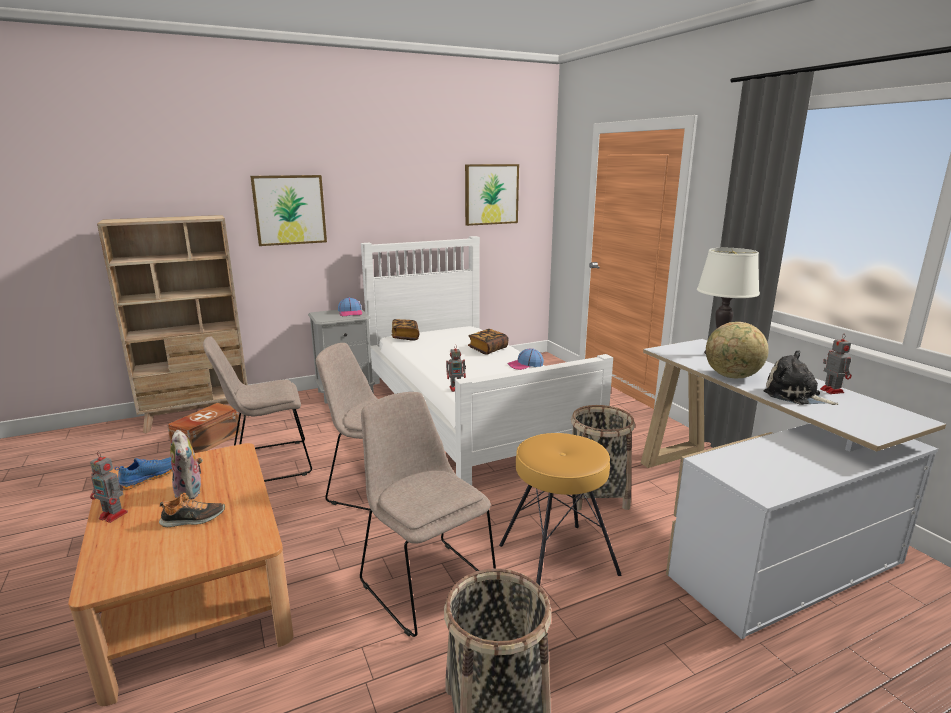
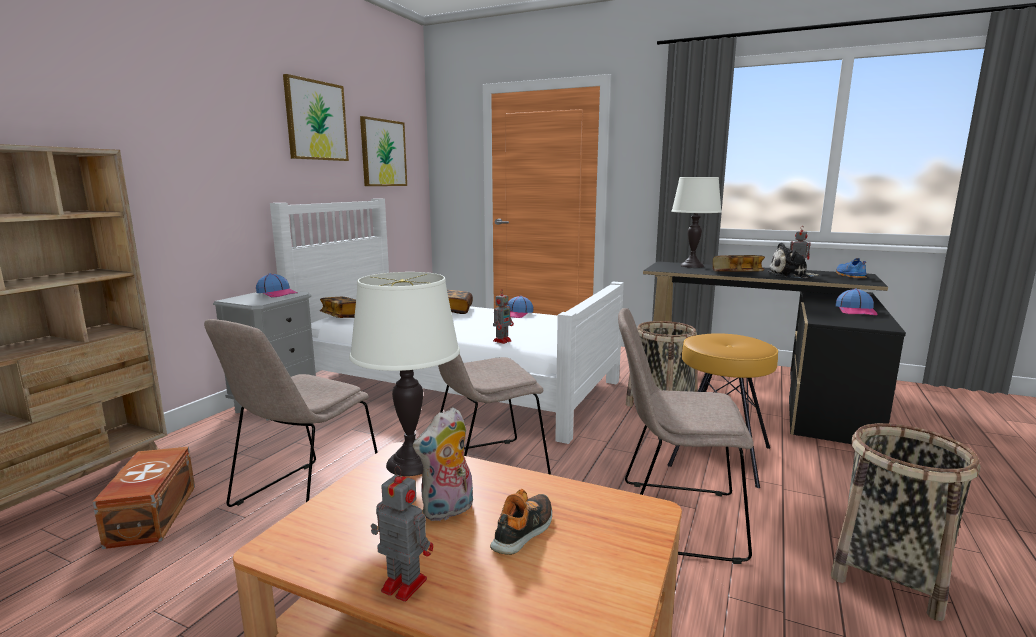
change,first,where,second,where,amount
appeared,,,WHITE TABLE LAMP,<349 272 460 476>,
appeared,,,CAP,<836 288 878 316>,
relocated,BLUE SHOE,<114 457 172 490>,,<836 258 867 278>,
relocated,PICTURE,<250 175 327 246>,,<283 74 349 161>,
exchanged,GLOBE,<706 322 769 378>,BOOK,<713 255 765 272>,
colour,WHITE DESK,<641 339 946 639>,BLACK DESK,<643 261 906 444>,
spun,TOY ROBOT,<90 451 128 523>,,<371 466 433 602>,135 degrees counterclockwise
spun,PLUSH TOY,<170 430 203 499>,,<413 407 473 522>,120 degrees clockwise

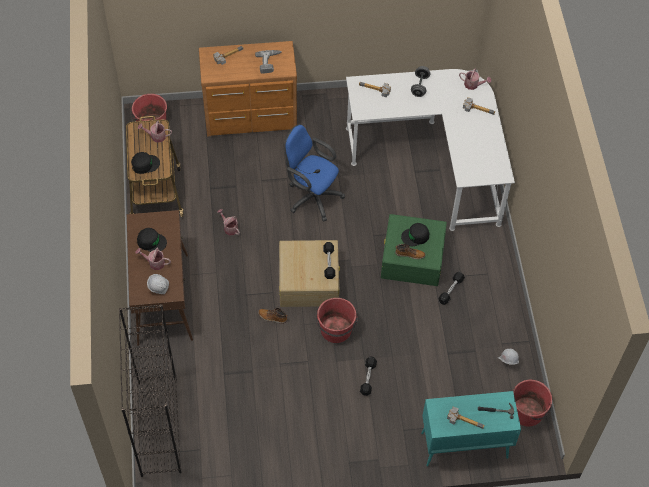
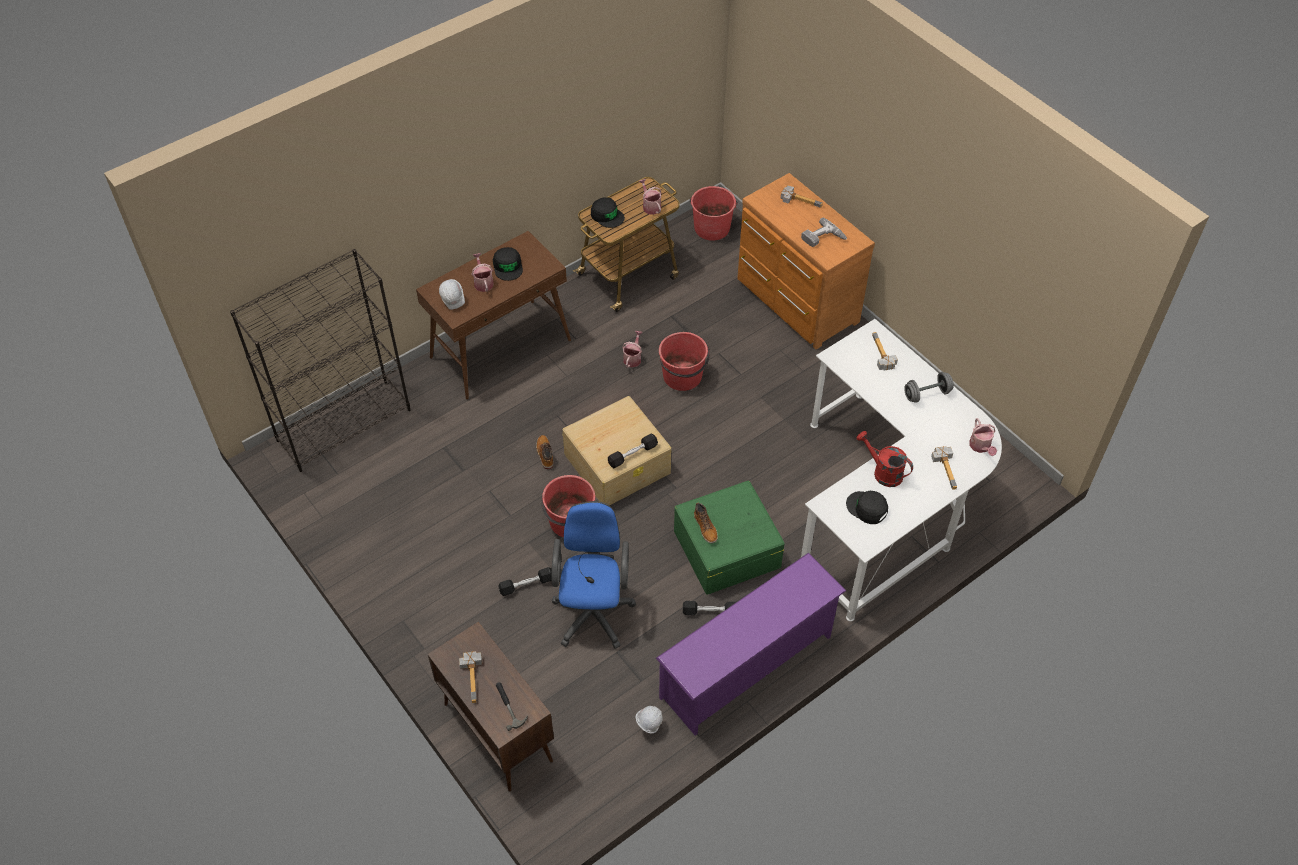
change,first,where,second,where,amount
appeared,,,PURPLE SHOE RACK,<656 552 846 736>,
appeared,,,RED WATERING CAN,<856 431 913 487>,
relocated,BLUE OFFICE CHAIR,<284 124 345 222>,,<551 501 636 649>,
relocated,BLACK CAP,<401 223 429 246>,,<846 491 888 524>,
relocated,RED BUCKET,<513 379 552 426>,,<659 332 710 391>,
colour,TURQUOISE CABINET,<421 391 521 466>,BROWN CABINET,<428 622 554 792>,

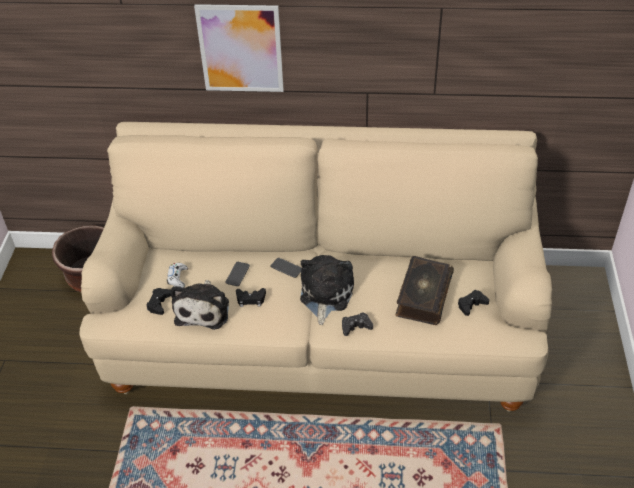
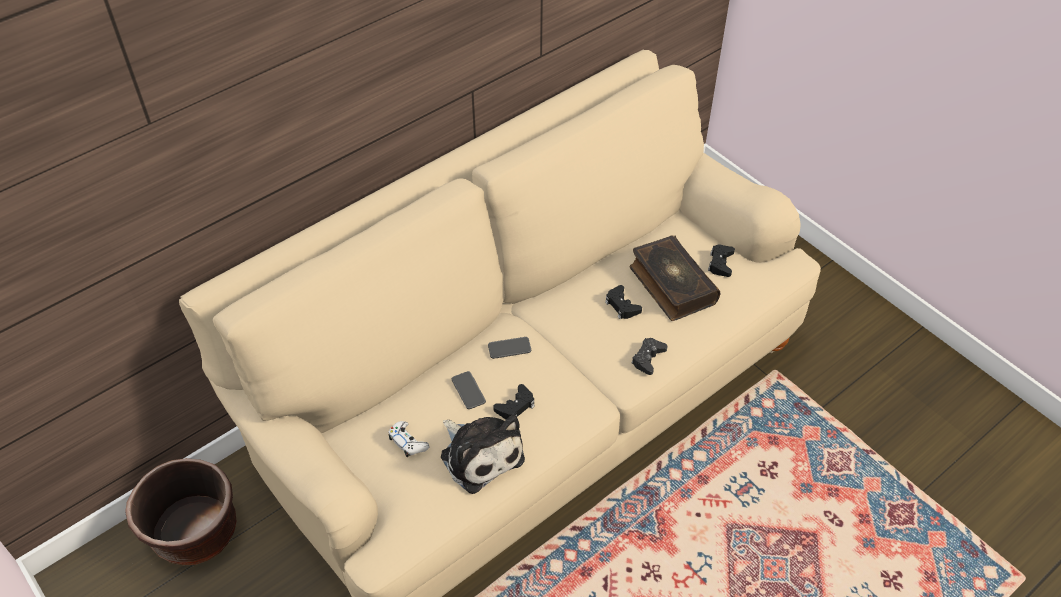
change,first,where,second,where,amount
missing,PICTURE,<194 4 284 92>,,,
missing,PLUSH TOY,<300 255 354 325>,,,
relocated,BLACK GAME CONTROLLER,<146 288 171 315>,,<605 285 642 319>,

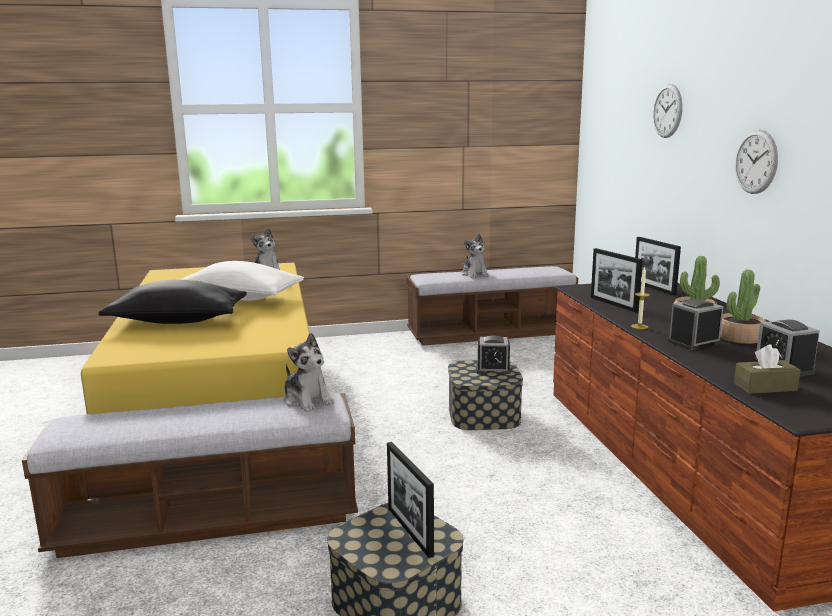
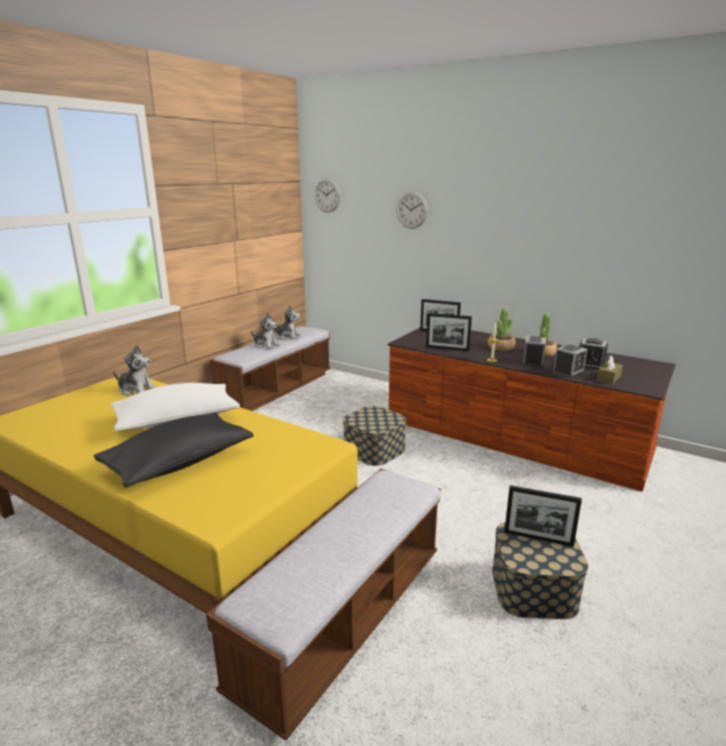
change,first,where,second,where,amount
relocated,PLUSH TOY,<284 333 335 412>,,<273 305 301 340>,
relocated,ALARM CLOCK,<476 336 511 374>,,<553 344 587 378>,
relocated,WALL CLOCK,<735 129 778 194>,,<314 178 341 213>,

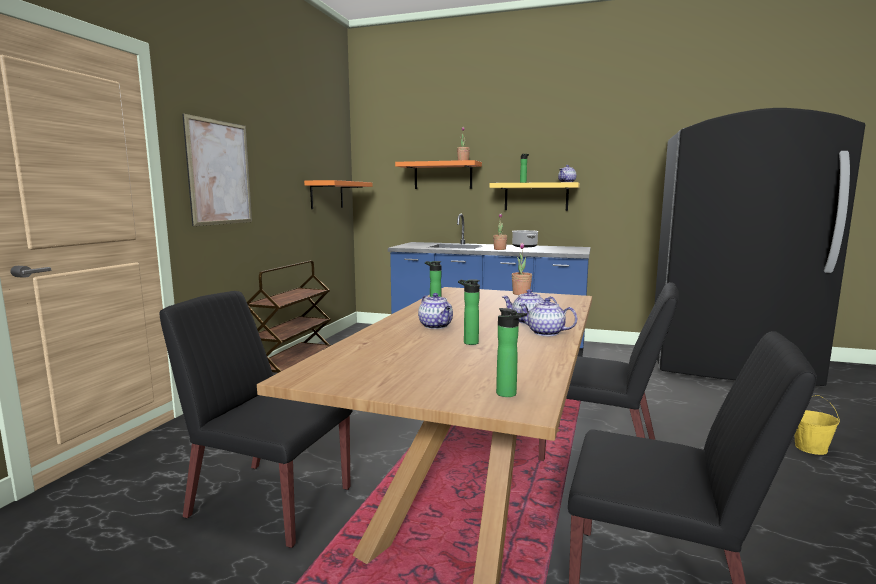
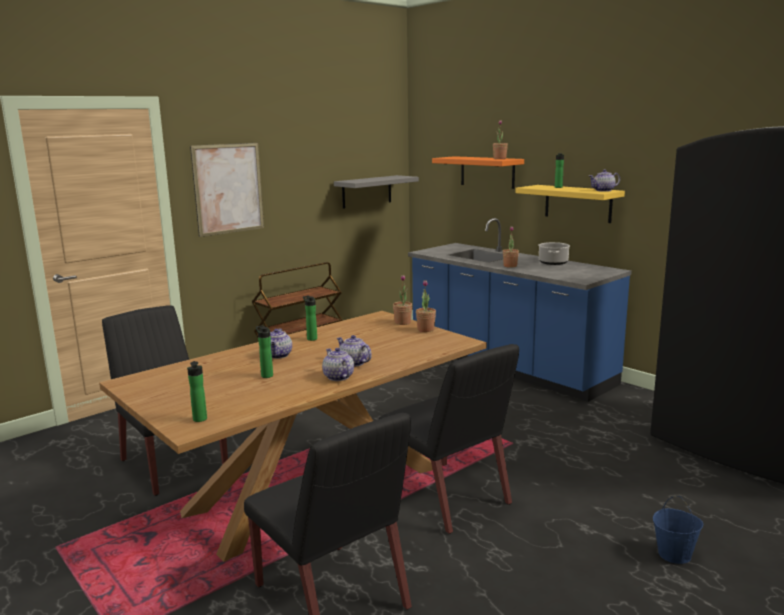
change,first,where,second,where,amount
appeared,,,POTTED PLANT,<393 275 412 325>,
colour,ORANGE SHELF,<304 180 373 209>,GREY SHELF,<334 175 419 209>,
colour,YELLOW BUCKET,<794 395 840 455>,BLUE BUCKET,<653 496 704 564>,

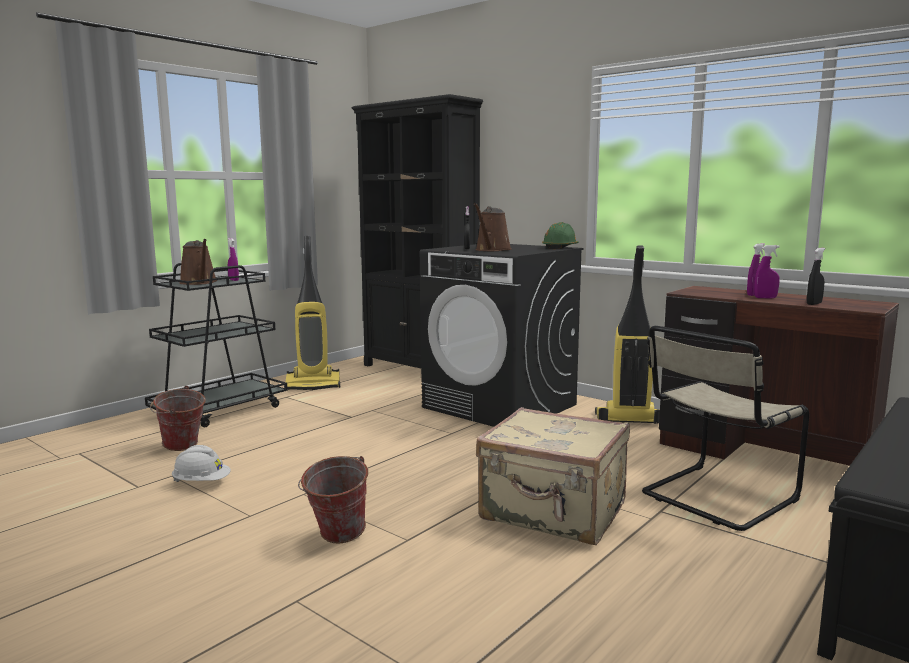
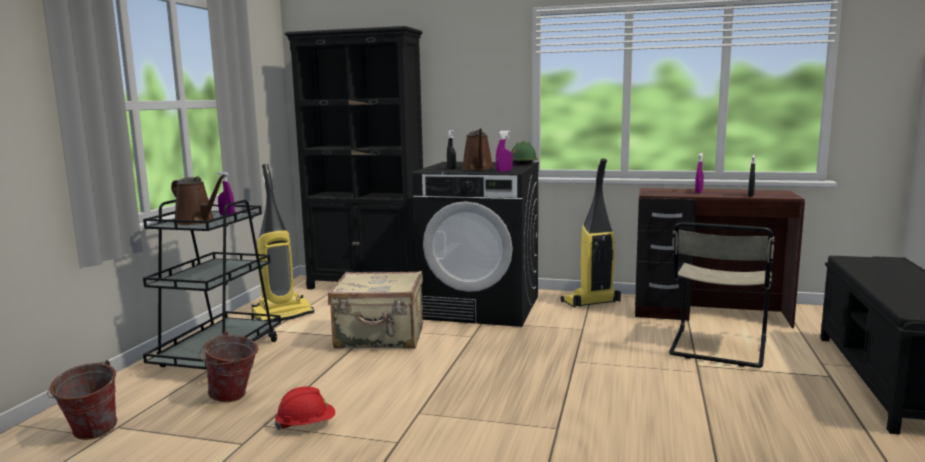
change,first,where,second,where,amount
relocated,BUCKET,<298 456 368 544>,,<47 360 117 440>,
relocated,BEIGE SUITCASE,<476 407 630 545>,,<328 271 423 349>,
relocated,PURPLE SPRAY BOTTLE,<754 245 780 298>,,<496 130 513 172>,
colour,WHITE HARD HAT,<172 445 231 482>,RED HARD HAT,<275 386 335 430>,

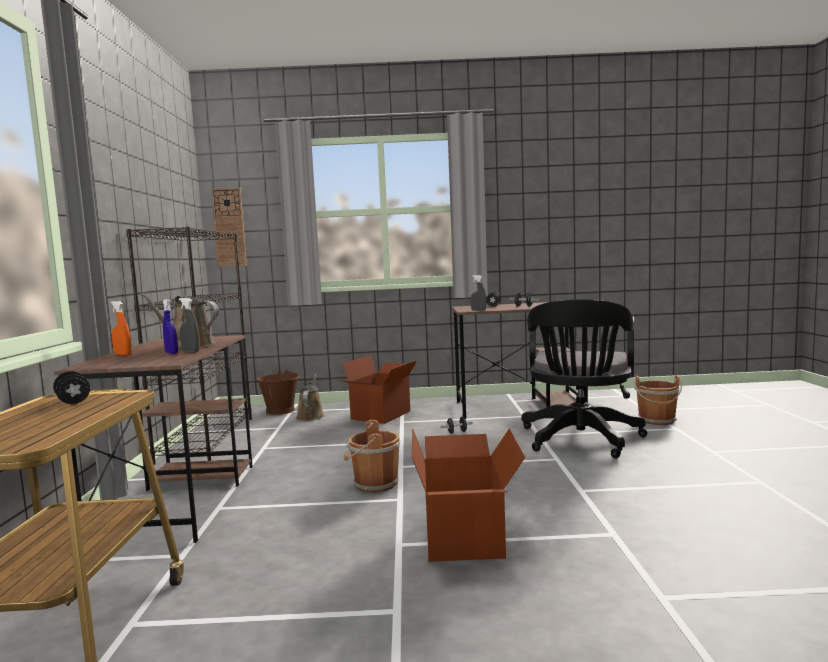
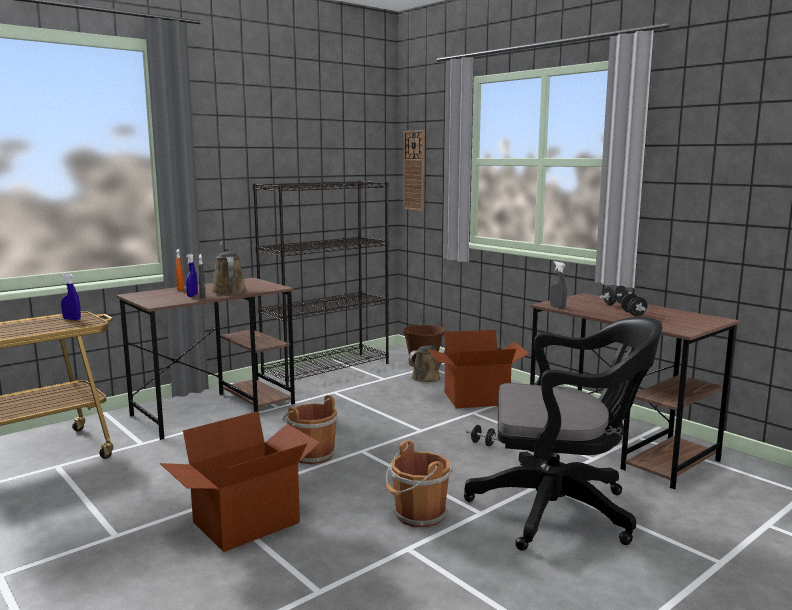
change,first,where,second,where,amount
relocated,BROWN BUCKET,<635 376 682 425>,,<385 440 453 527>,
exchanged,BLACK DUMBBELL,<53 371 90 404>,BLUE SPRAY BOTTLE,<60 274 81 320>,
spun,BLACK OFFICE CHAIR,<521 299 647 458>,,<464 317 662 551>,150 degrees counterclockwise

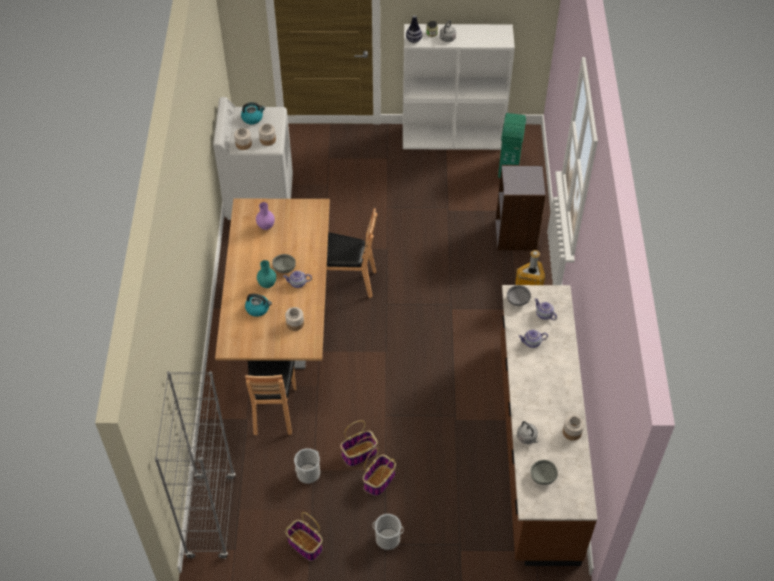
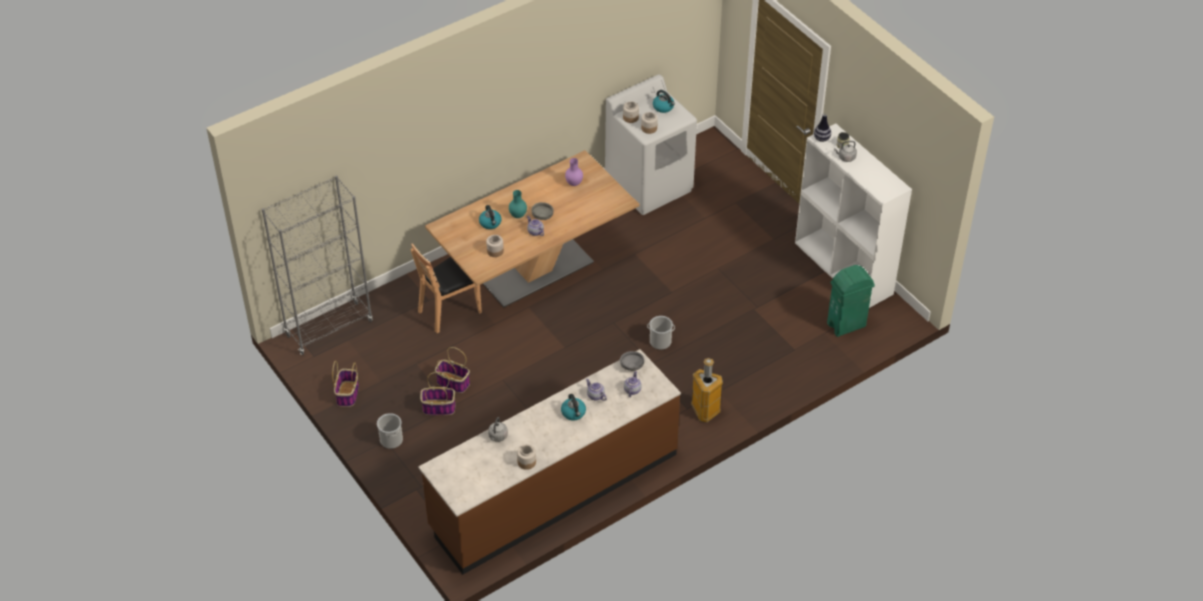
change,first,where,second,where,amount
missing,BROWN CHAIR,<327 208 377 298>,,,
missing,GREY BOOKCASE,<496 165 546 250>,,,
missing,GREY BOWL,<531 460 557 485>,,,
appeared,,,KETTLE,<561 394 586 420>,
relocated,BUCKET,<294 448 320 484>,,<647 316 675 350>,

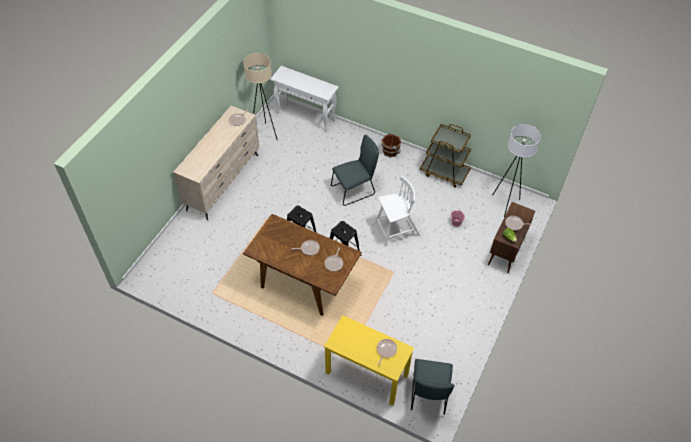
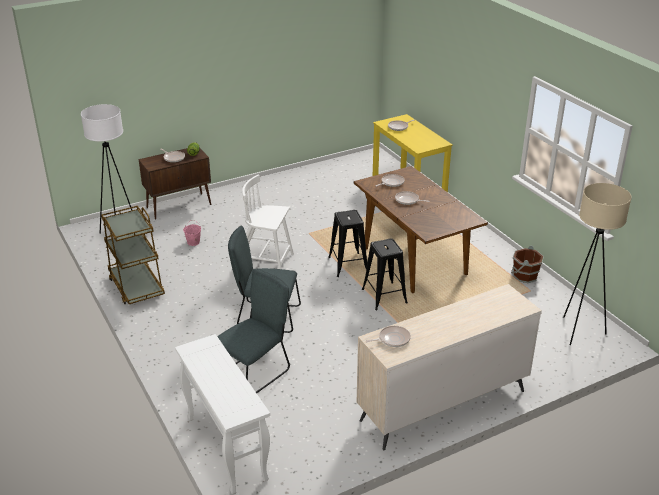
change,first,where,second,where,amount
relocated,BEIGE FLOOR LAMP,<243 53 277 139>,,<563 183 632 345>,
relocated,BROWN BUCKET,<381 132 402 158>,,<511 245 544 283>,
relocated,GREY CHAIR,<411 359 455 415>,,<217 269 290 393>,

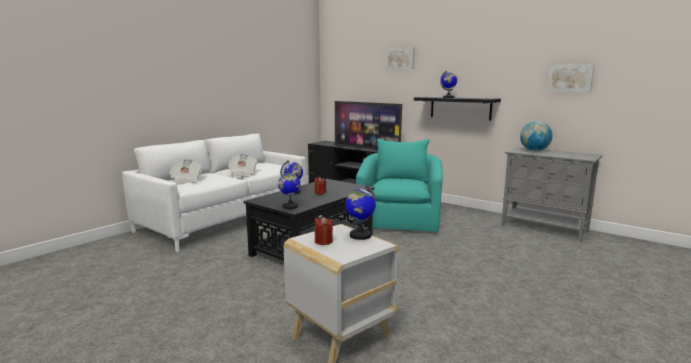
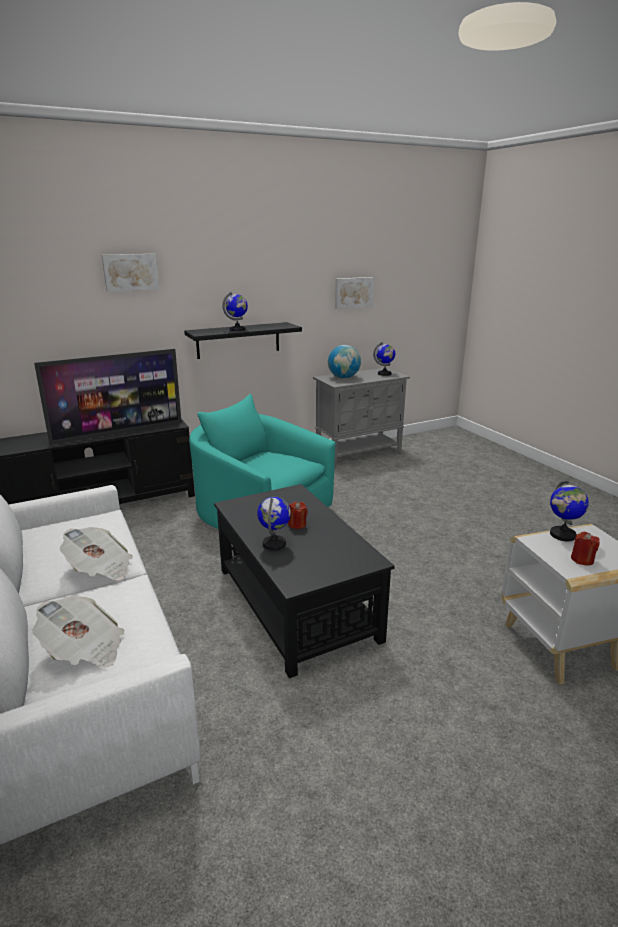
change,first,where,second,where,amount
relocated,GLOBE,<278 169 300 209>,,<373 342 395 376>,

